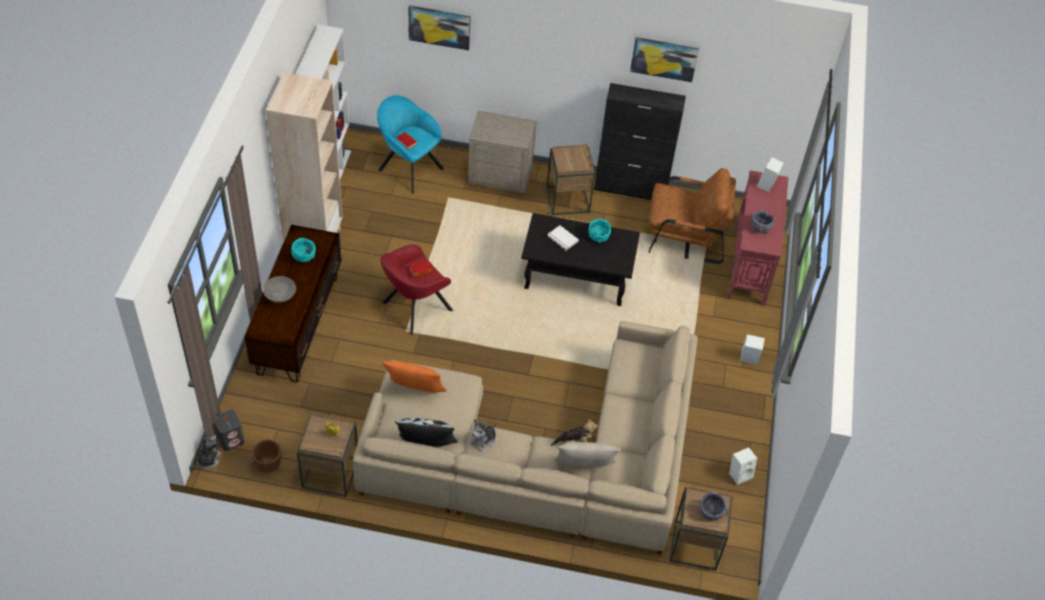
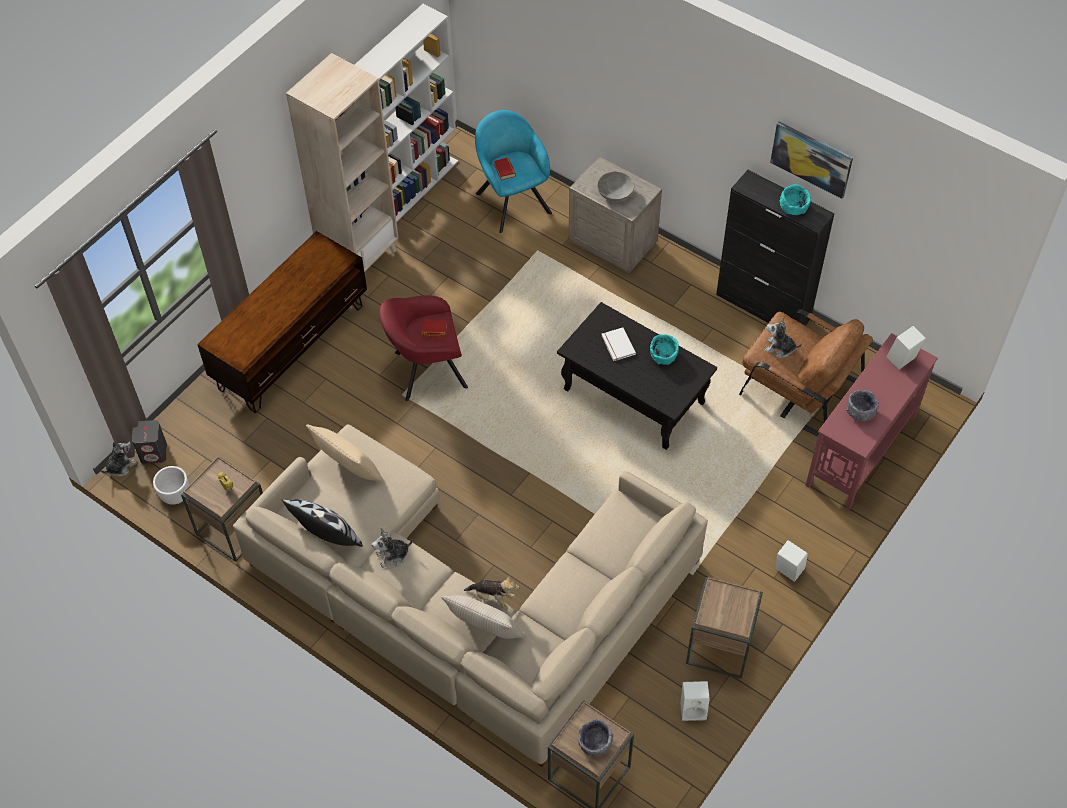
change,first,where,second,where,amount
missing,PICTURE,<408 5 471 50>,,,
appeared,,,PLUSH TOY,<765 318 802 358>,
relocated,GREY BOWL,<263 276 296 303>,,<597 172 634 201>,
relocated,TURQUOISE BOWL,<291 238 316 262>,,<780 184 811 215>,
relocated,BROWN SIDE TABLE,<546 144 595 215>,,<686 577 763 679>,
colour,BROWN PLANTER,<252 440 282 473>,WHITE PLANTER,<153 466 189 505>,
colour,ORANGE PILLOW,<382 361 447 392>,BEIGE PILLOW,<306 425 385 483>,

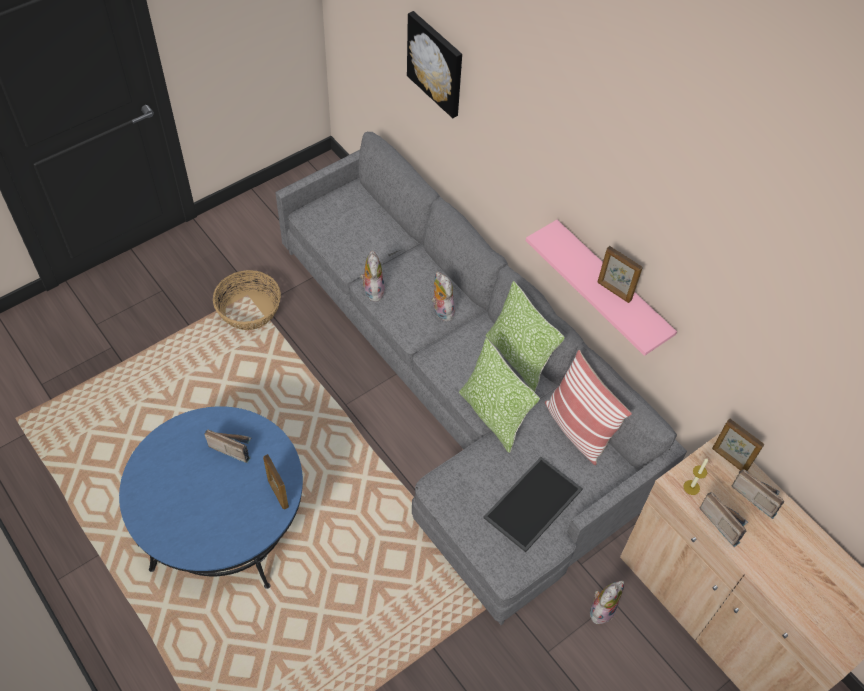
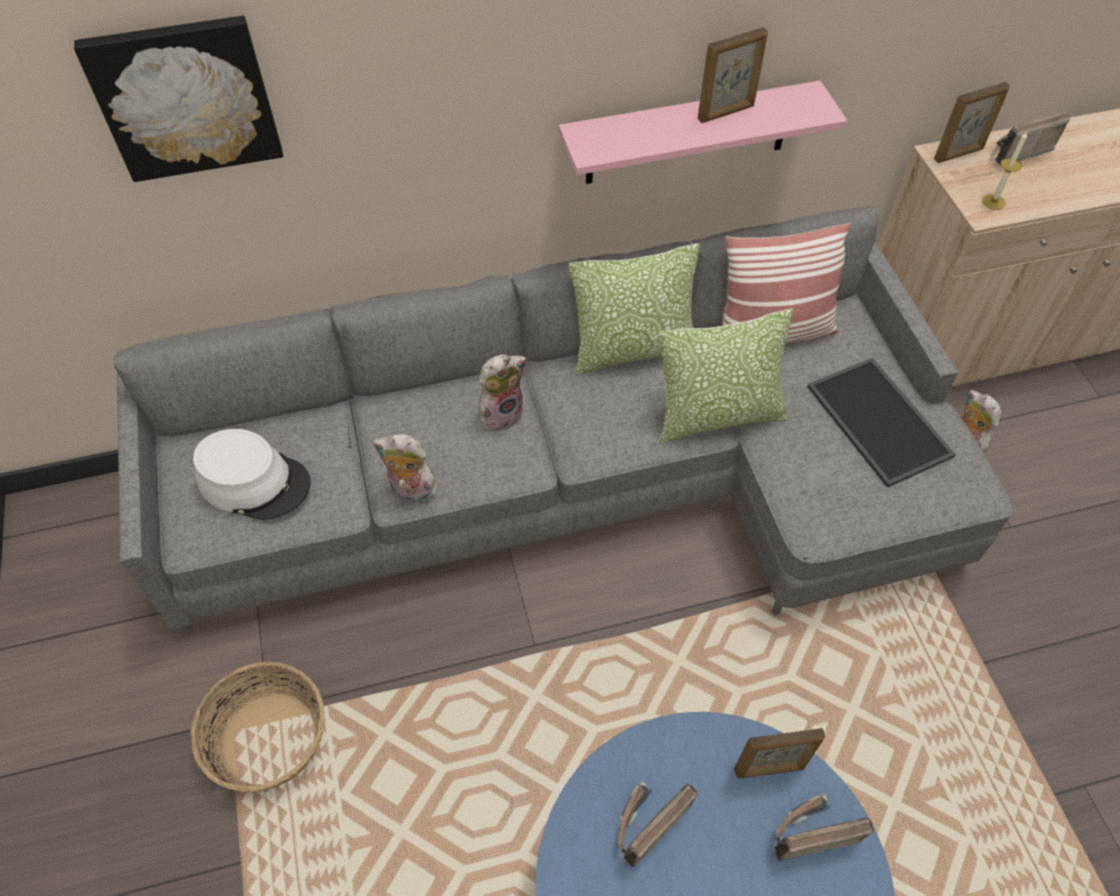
change,first,where,second,where,amount
appeared,,,WHITE HAT,<193 429 311 520>,
relocated,RADIO,<700 492 748 547>,,<773 793 874 861>,
spun,PLUSH TOY,<431 272 455 321>,,<479 354 526 431>,150 degrees clockwise

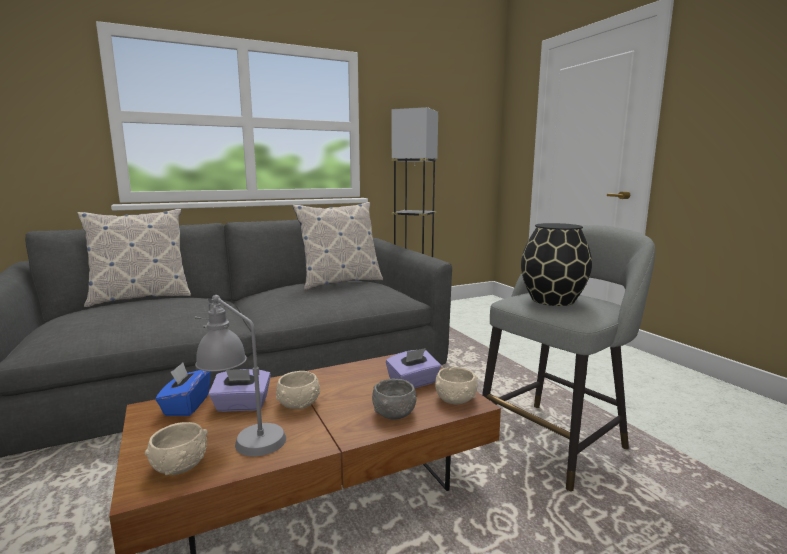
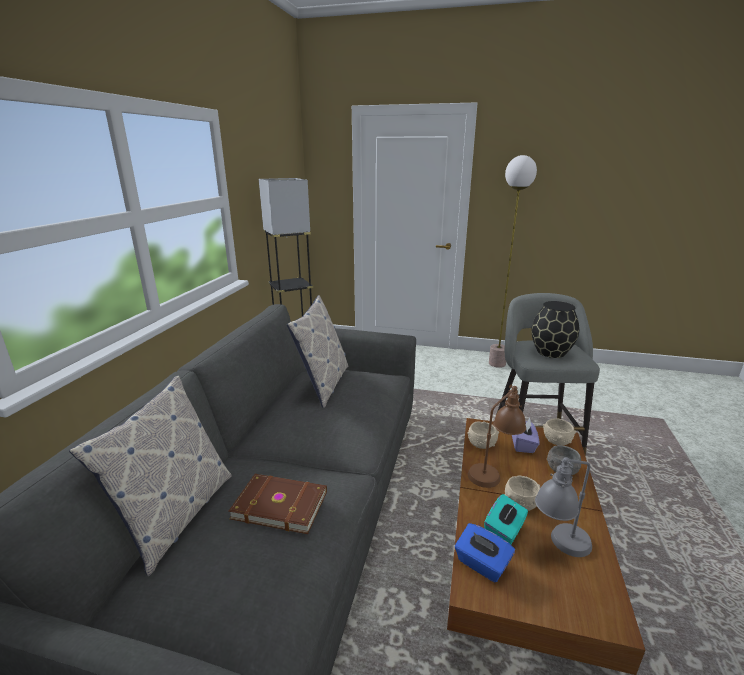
change,first,where,second,where,amount
appeared,,,BROWN BOOK,<229 474 327 534>,
appeared,,,BROWN TABLE LAMP,<468 385 526 488>,
appeared,,,FLOOR LAMP,<489 155 537 368>,
relocated,BEIGE BOWL,<145 422 208 476>,,<468 421 499 449>,
colour,PURPLE TISSUE BOX,<209 369 271 412>,TURQUOISE TISSUE BOX,<484 494 528 545>,

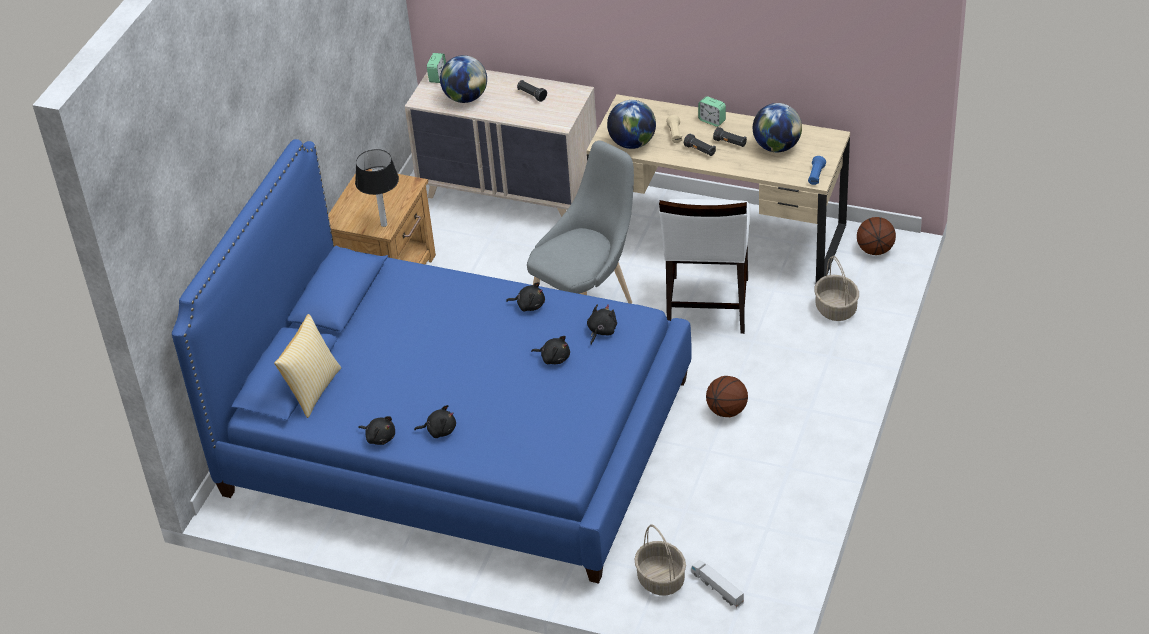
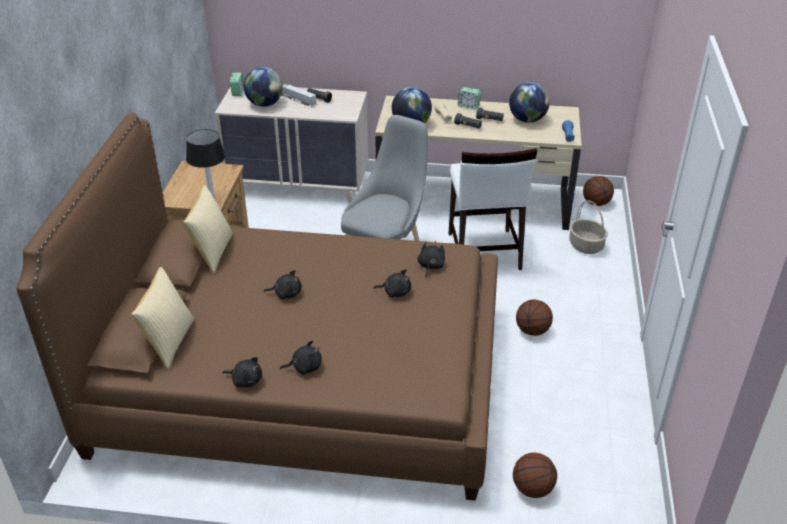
change,first,where,second,where,amount
appeared,,,PILLOW,<183 185 233 273>,
relocated,BLACK PLUSH TOY,<506 282 545 312>,,<264 270 302 299>,
relocated,TOY TRUCK,<691 560 744 609>,,<281 85 317 106>,
exchanged,BASKET,<634 524 686 595>,BASKETBALL,<513 453 557 498>,
colour,BLUE BED,<172 139 692 584>,BROWN BED,<16 113 498 501>,

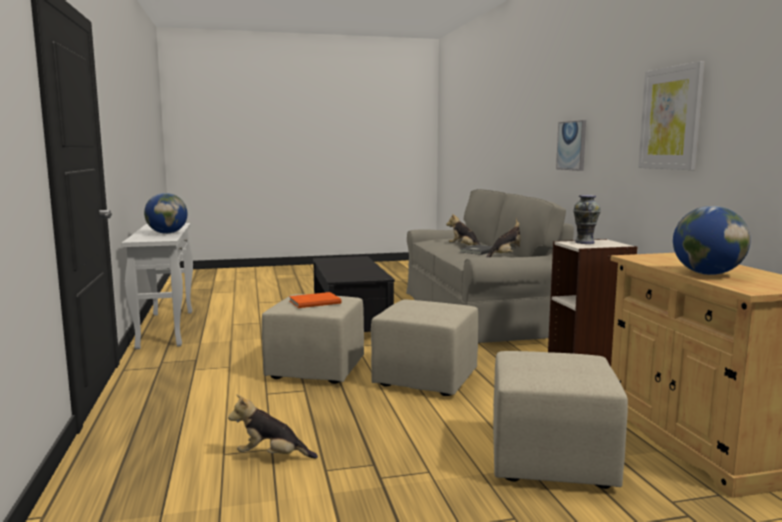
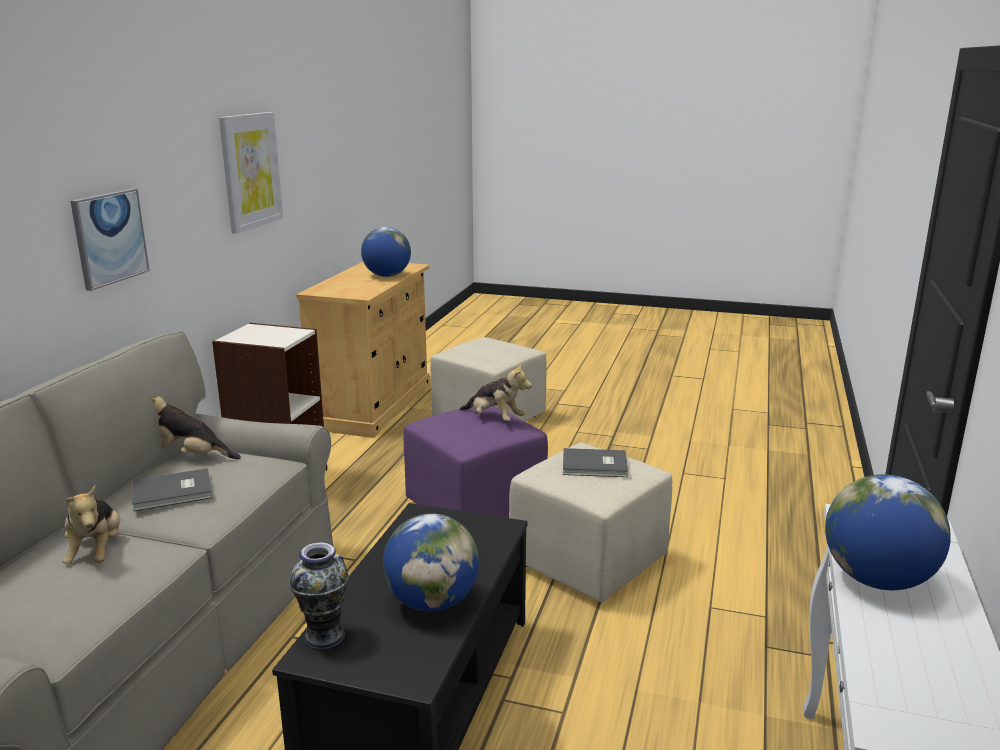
change,first,where,second,where,amount
appeared,,,GLOBE,<383 513 479 612>,
relocated,PLUSH TOY,<228 394 318 459>,,<460 362 532 421>,
relocated,VASE,<573 195 601 244>,,<289 543 349 651>,
colour,ORANGE BOOK,<289 292 341 308>,GREY BOOK,<563 448 628 477>,
colour,BEIGE OTTOMAN,<371 300 478 396>,PURPLE OTTOMAN,<404 406 548 518>,

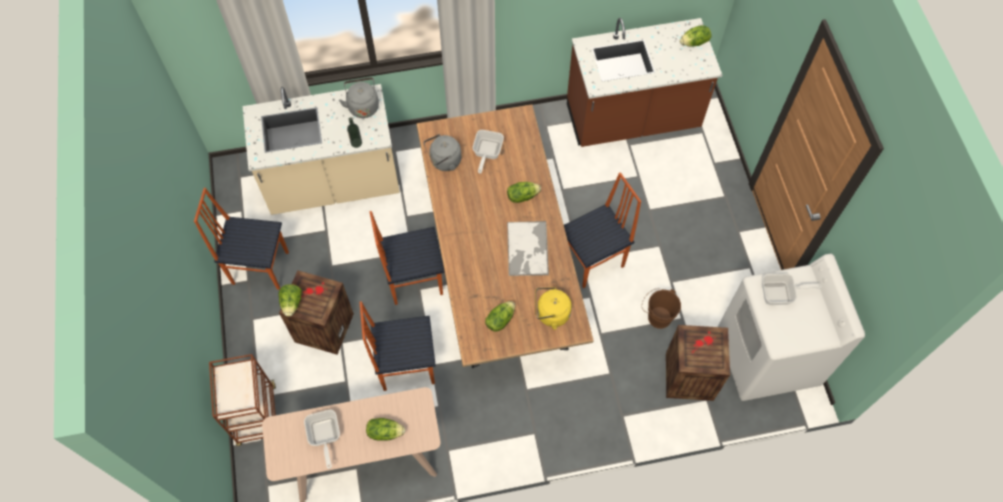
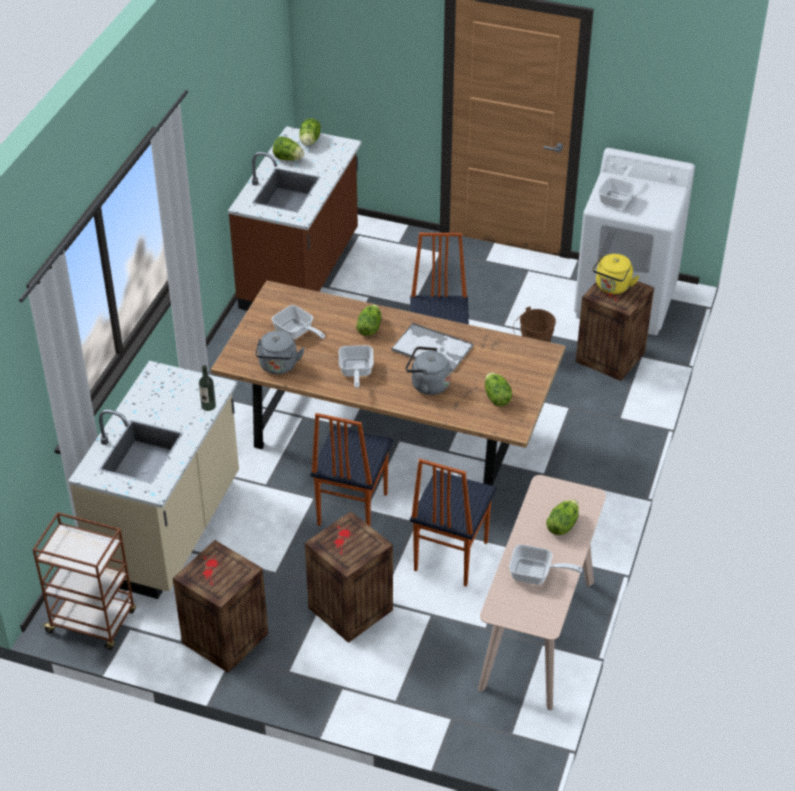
change,first,where,second,where,amount
appeared,,,FRYING PAN,<339 345 374 388>,
relocated,BROWN CART,<209 354 276 446>,,<32 512 136 650>,
relocated,LETTUCE,<278 284 302 317>,,<273 136 304 161>,
relocated,GREY KETTLE,<339 77 379 118>,,<406 347 451 395>,
relocated,YELLOW KETTLE,<535 287 572 330>,,<593 254 639 294>,
exchanged,CHAIR,<194 188 289 290>,CRATE,<173 540 268 673>,

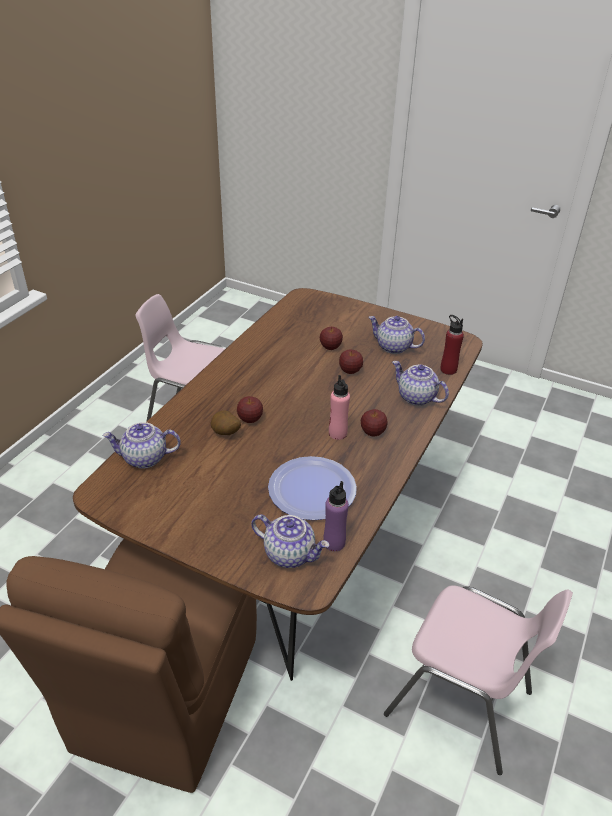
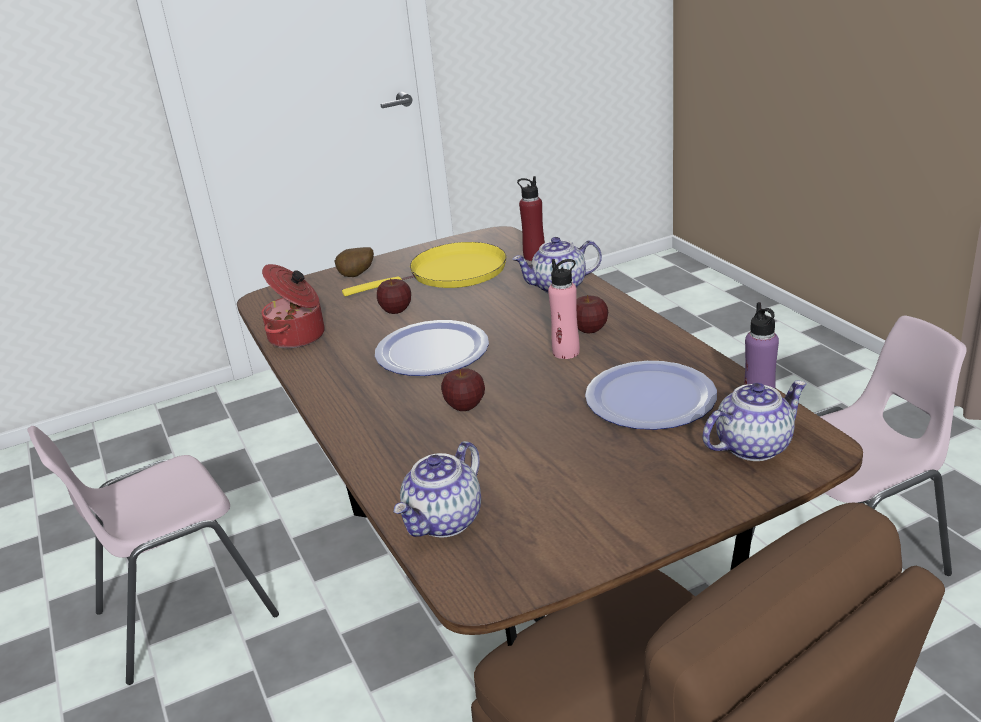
change,first,where,second,where,amount
missing,APPLE,<339 350 363 374>,,,
appeared,,,COOKING POT,<262 264 325 348>,
appeared,,,PLATE,<375 320 489 376>,
relocated,POTATO,<211 411 241 435>,,<334 247 374 277>,
exchanged,TEAPOT,<368 316 425 354>,YELLOW FRYING PAN,<342 242 506 296>,

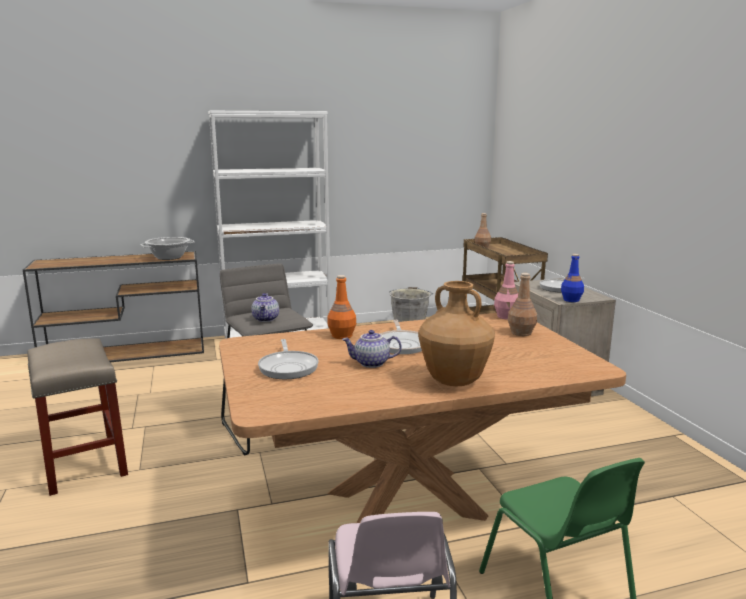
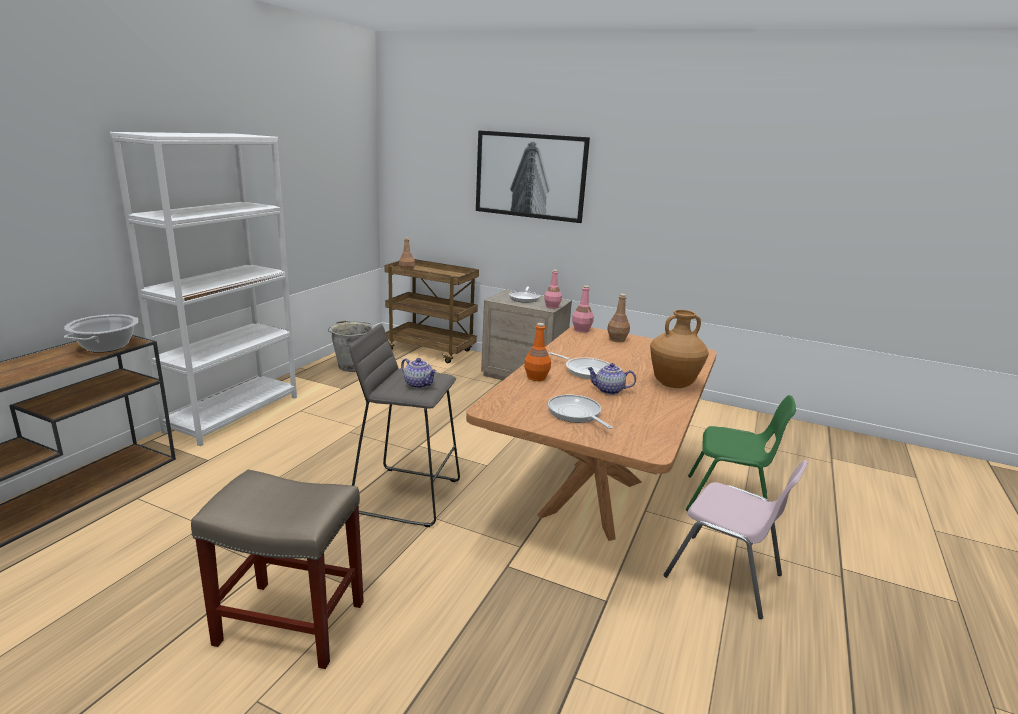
change,first,where,second,where,amount
appeared,,,PICTURE,<476 130 590 223>,
colour,BLUE BOTTLE,<561 254 584 302>,PINK BOTTLE,<544 270 562 309>,
spun,FRYING PAN,<258 339 319 379>,,<548 395 613 429>,150 degrees counterclockwise
spun,TEAPOT,<342 330 402 368>,,<587 363 636 395>,60 degrees clockwise

